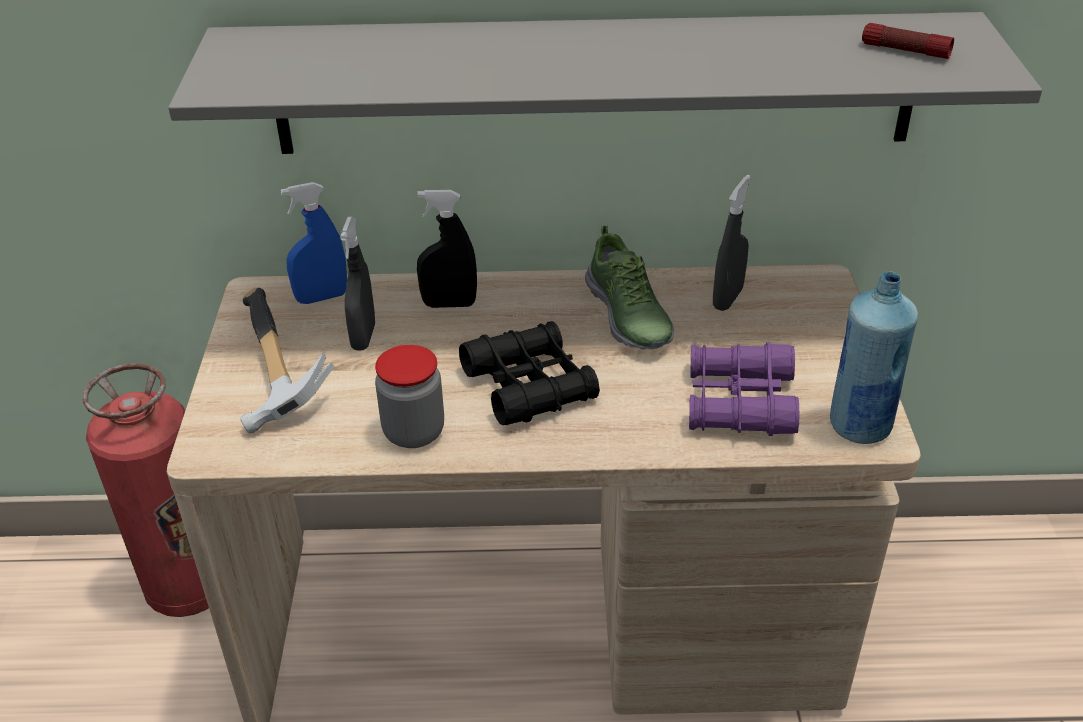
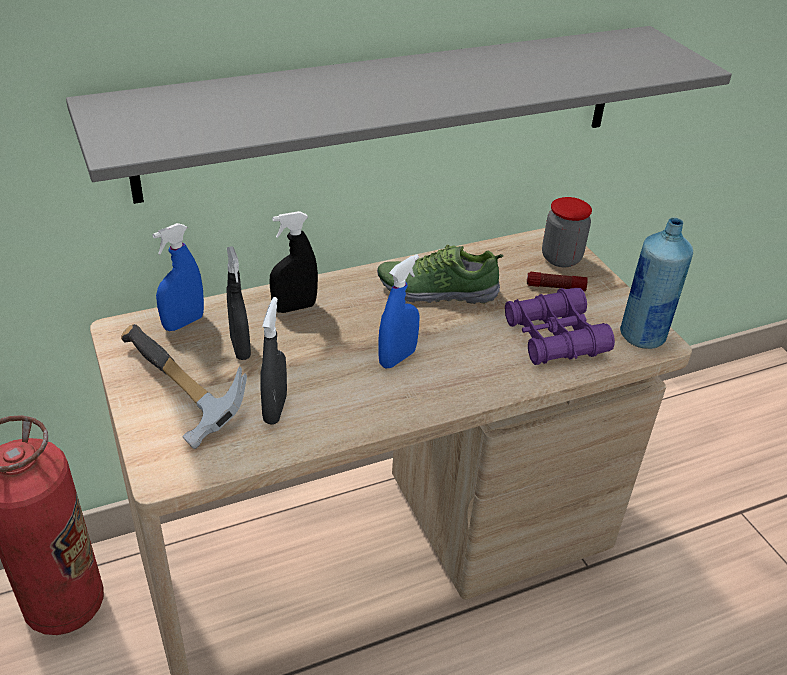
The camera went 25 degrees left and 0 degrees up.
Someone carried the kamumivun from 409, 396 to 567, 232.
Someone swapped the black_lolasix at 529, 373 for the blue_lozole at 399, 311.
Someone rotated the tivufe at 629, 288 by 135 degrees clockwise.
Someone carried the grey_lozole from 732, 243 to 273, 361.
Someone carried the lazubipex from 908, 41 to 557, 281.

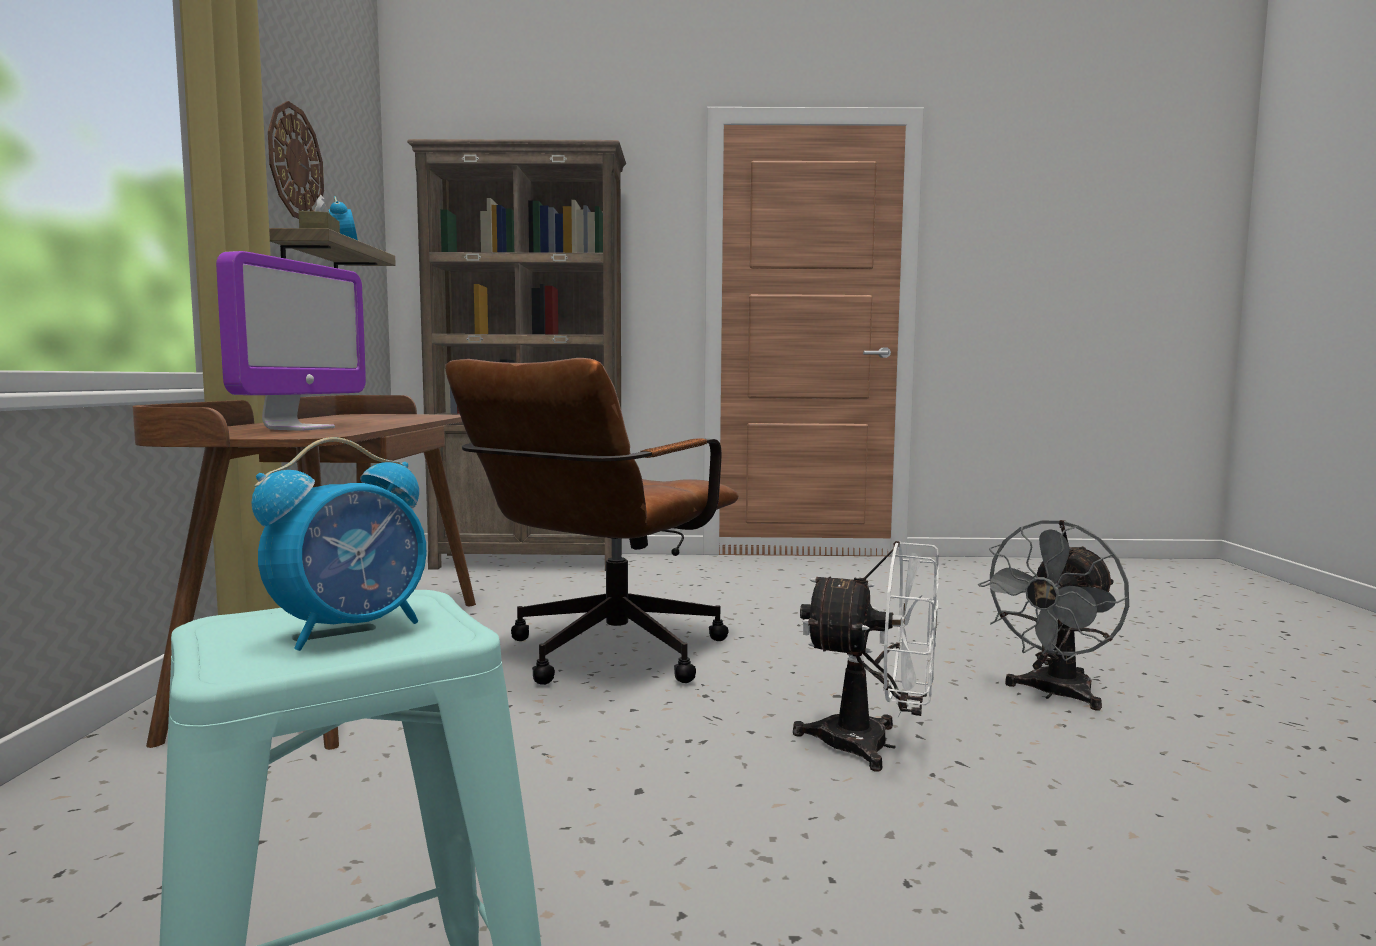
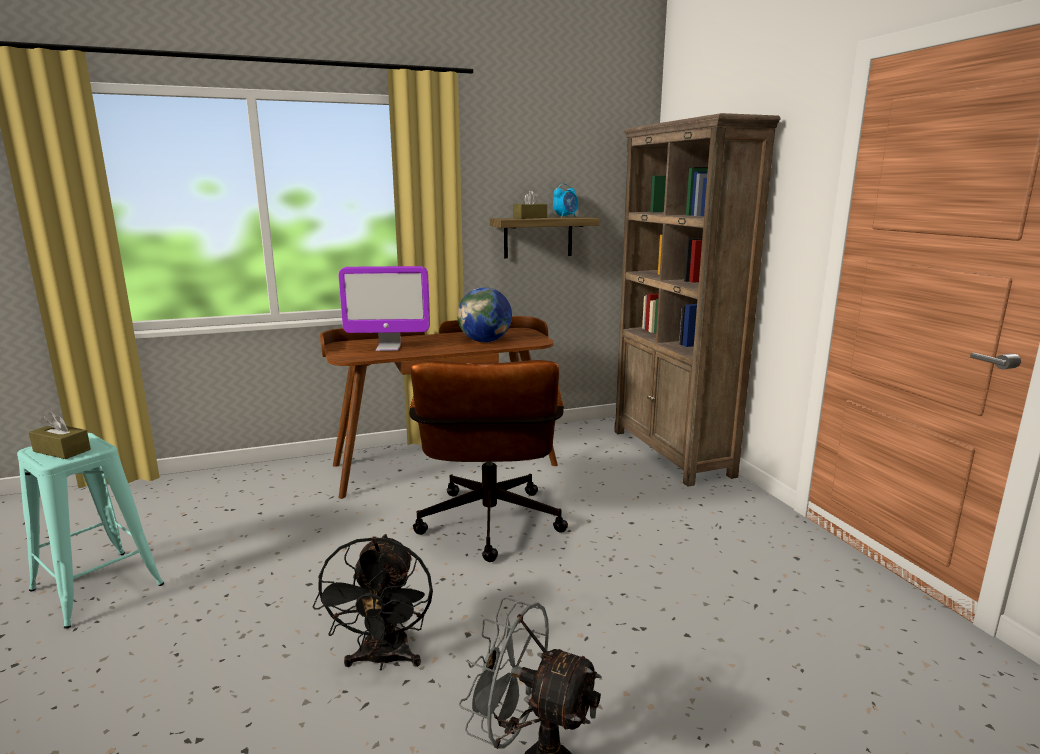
The camera went 70 degrees right and 10 degrees up.
Someone swapped the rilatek at 339, 544 for the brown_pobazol at 60, 435.
Someone took away the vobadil at 296, 160.
Someone rotated the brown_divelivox at 592, 521 by 105 degrees counterclockwise.
Someone repainted the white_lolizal at 866, 656, which became the black_lolizal at 373, 602.
Someone put down the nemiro at 484, 314.

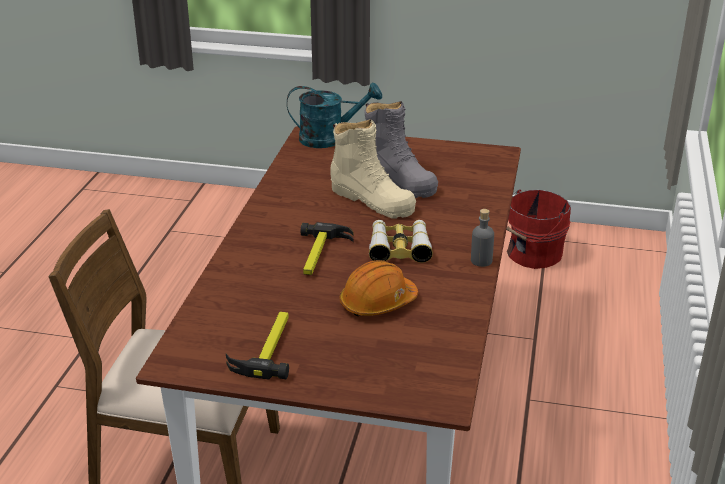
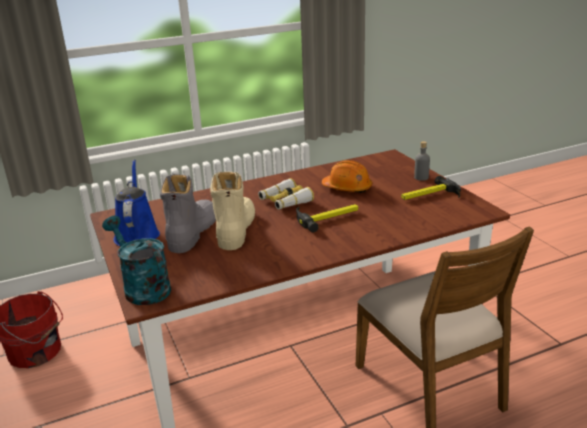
The camera went 125 degrees left and 5 degrees down.
Someone carried the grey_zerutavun from 482, 238 to 422, 161.
Someone put down the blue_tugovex at 136, 203.

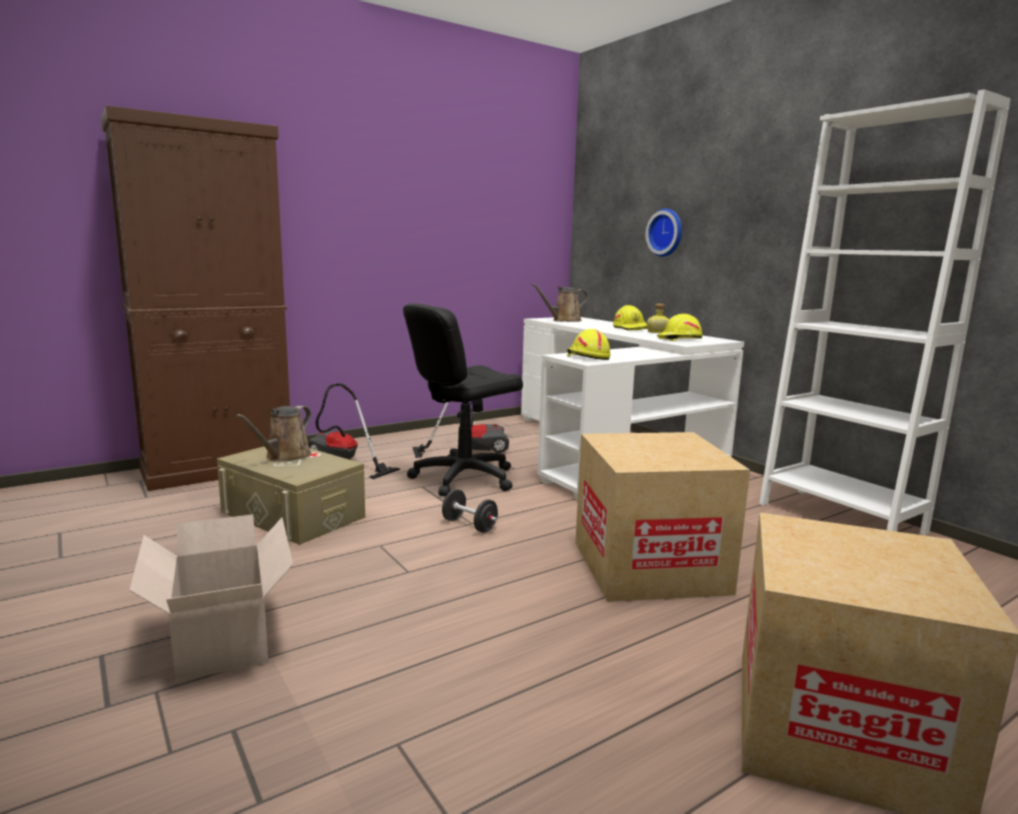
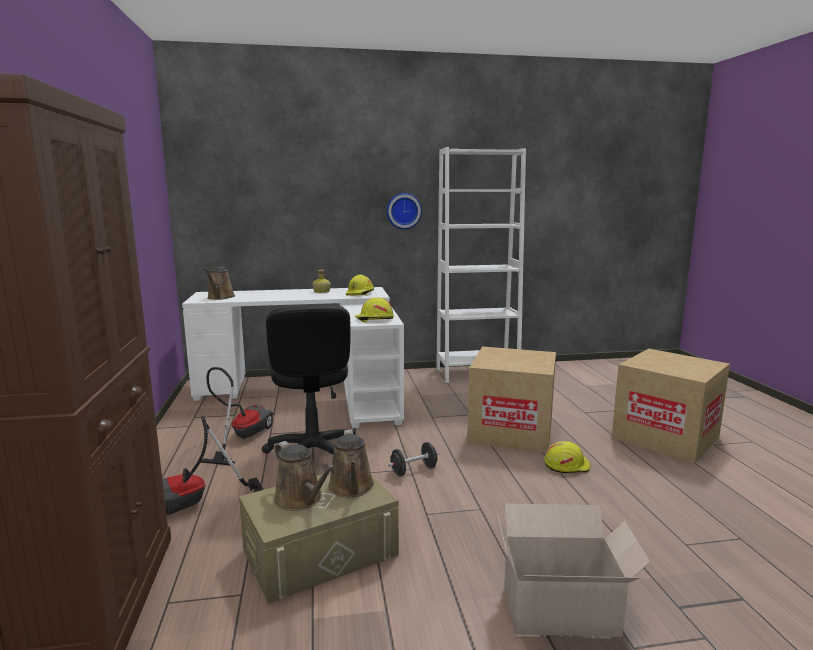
The camera went 65 degrees left and 0 degrees up.
Someone carried the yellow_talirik from 630, 318 to 567, 457.
Someone carried the vobadil from 663, 233 to 404, 211.
Someone put down the brown_tugovex at 351, 463.

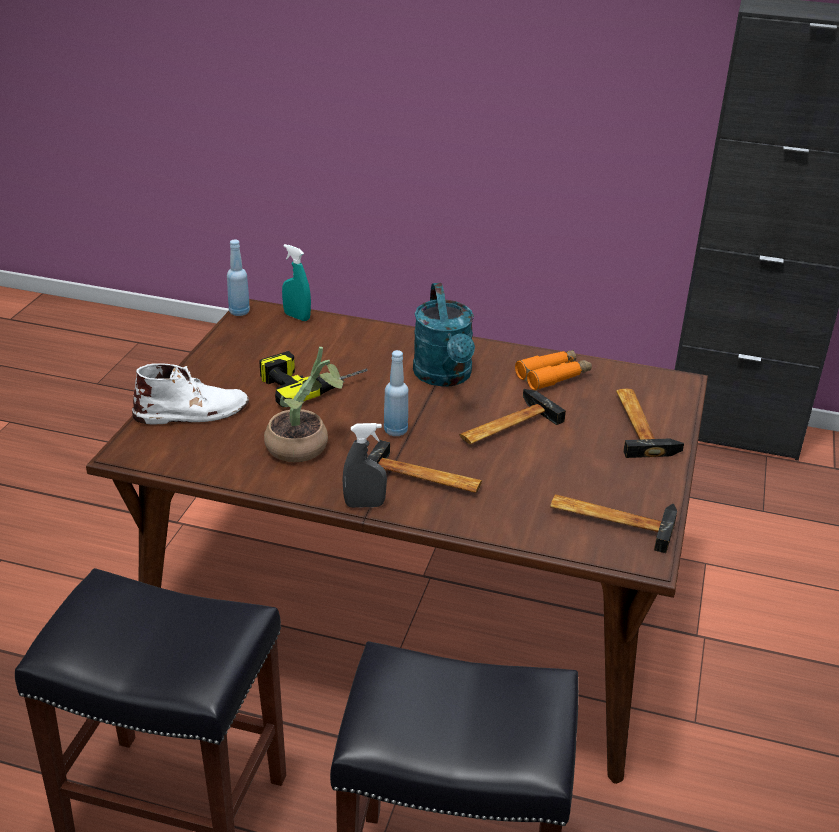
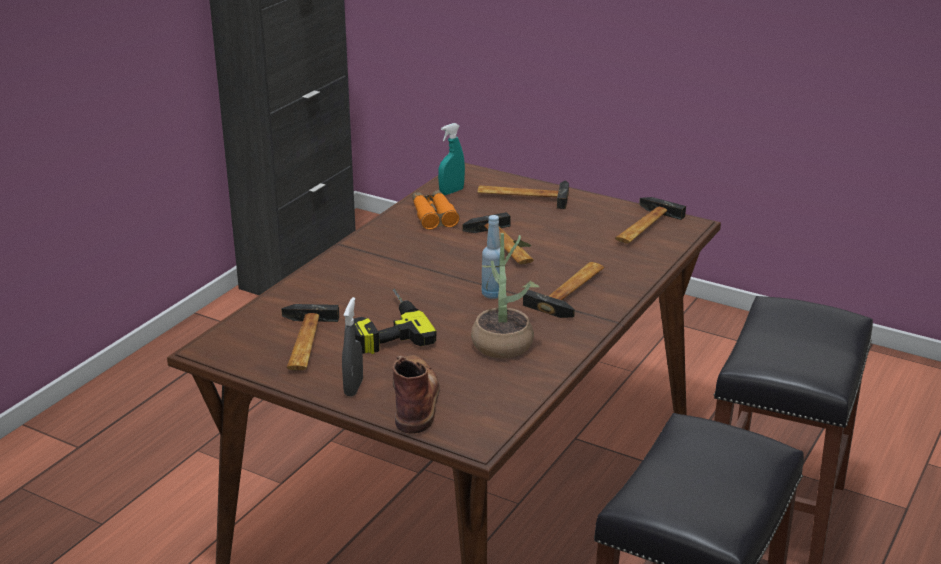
The camera went 75 degrees left and 5 degrees down.
Someone repainted the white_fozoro at 190, 393, which became the brown_fozoro at 416, 394.
Someone took away the blue_zerutavun at 238, 278.
Someone carried the turquoise_lozole from 296, 282 to 451, 159.
Someone carried the grey_lozole from 365, 465 to 352, 346.
Someone took away the turquoise_tugovex at 444, 335.
Someone put down the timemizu at 310, 337.

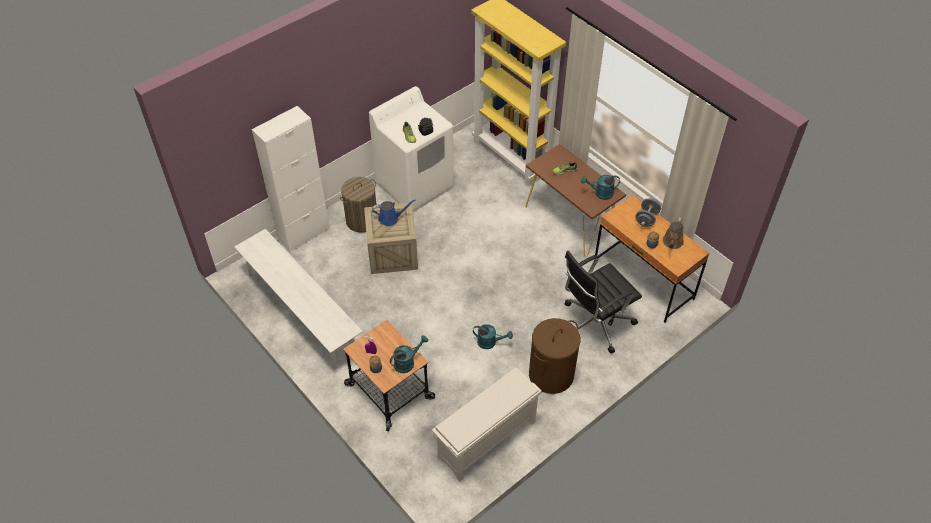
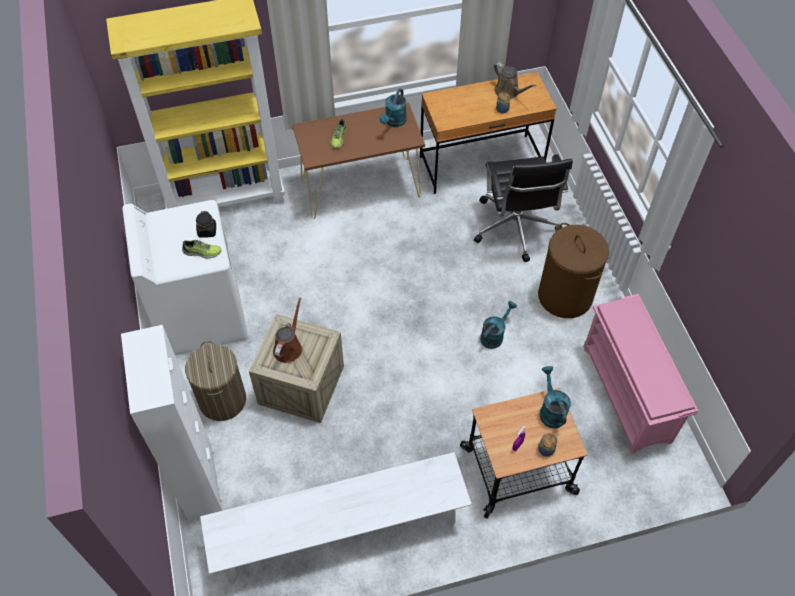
The camera went 65 degrees left and 5 degrees up.
Someone repainted the blue_tugovex at 394, 213, which became the brown_tugovex at 287, 330.
Someone repainted the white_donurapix at 487, 424, which became the pink_donurapix at 640, 374.
Someone took away the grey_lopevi at 648, 212.

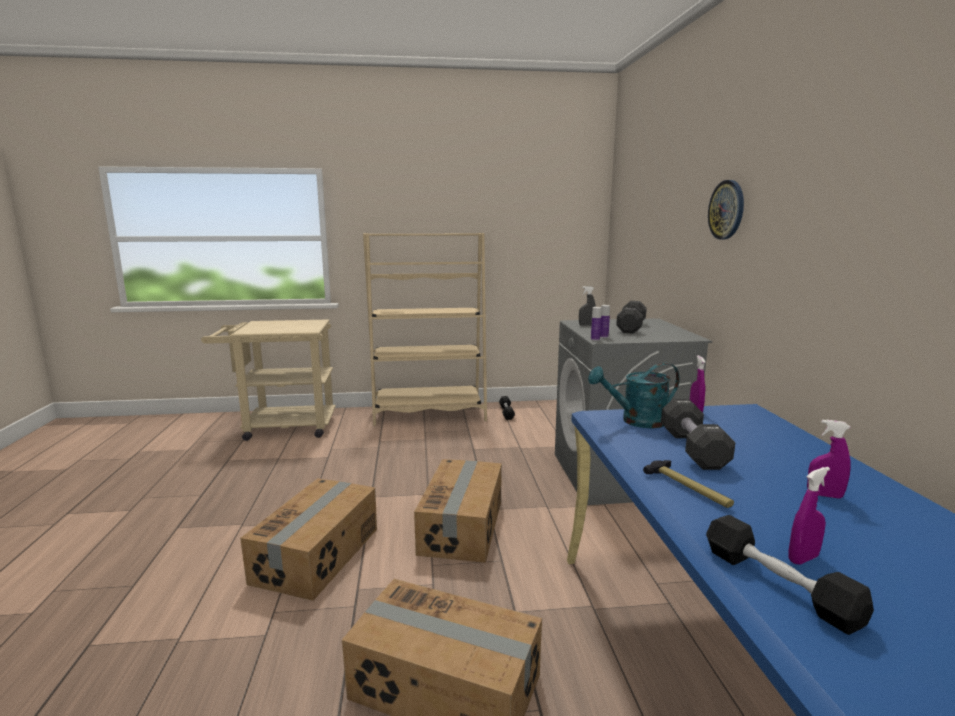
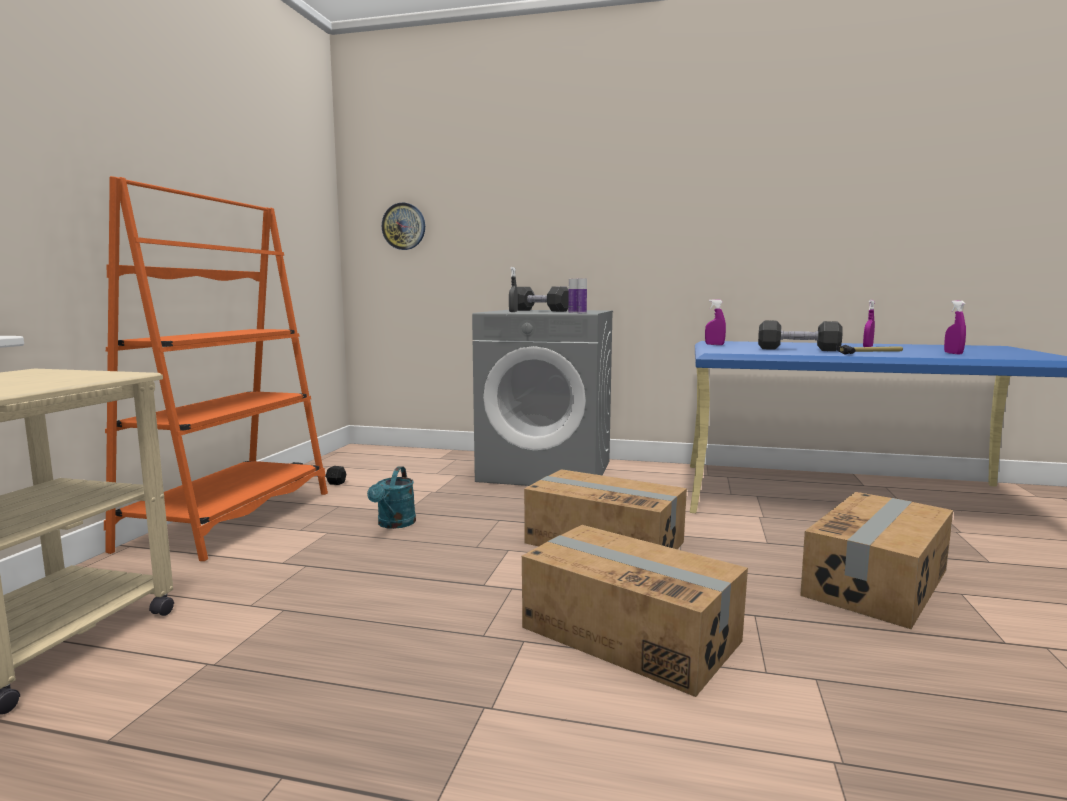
The camera went 70 degrees left and 5 degrees down.
Someone repainted the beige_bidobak at 425, 329, which became the orange_bidobak at 216, 368.
Someone carried the turquoise_tugovex from 634, 395 to 391, 497.
Someone took away the black_lopevi at 790, 575.
Someone carried the vobadil from 726, 210 to 403, 226.

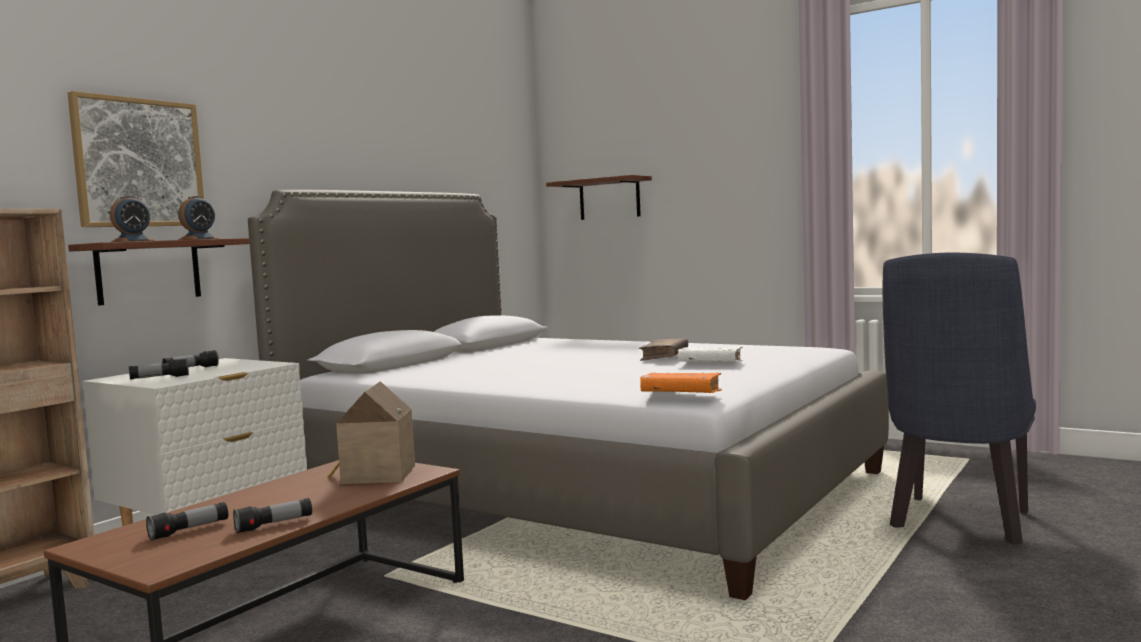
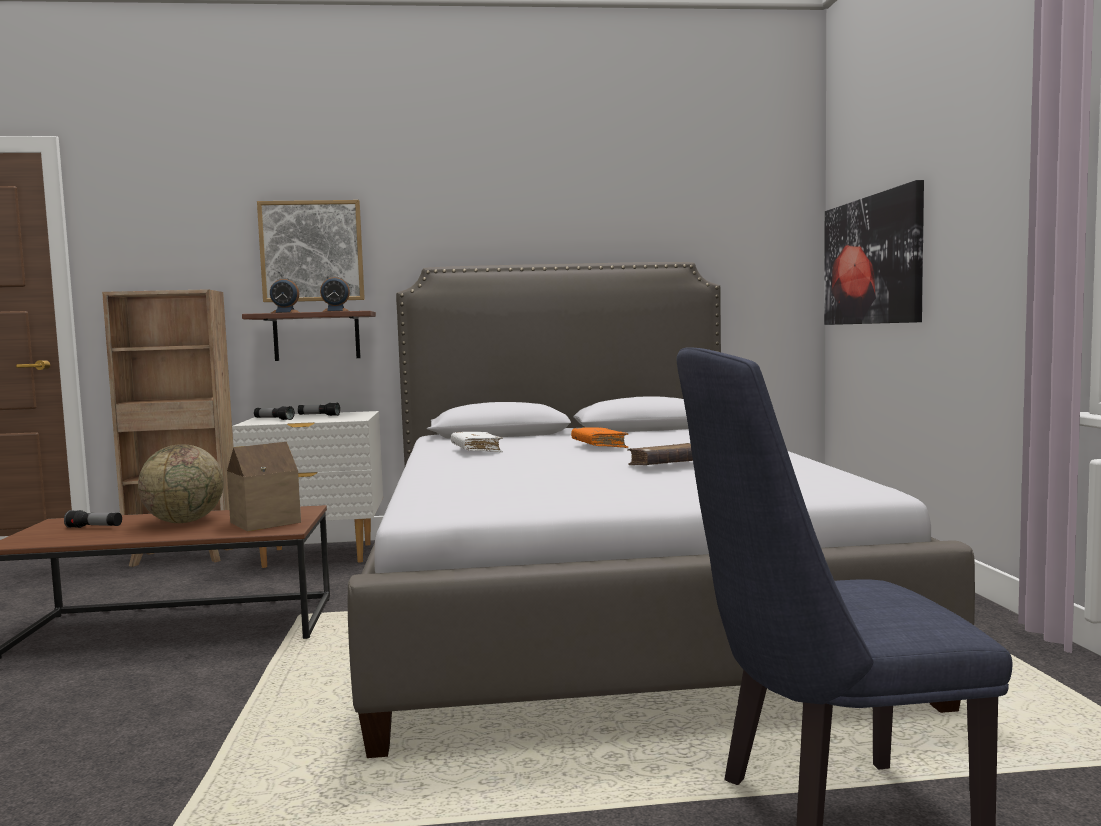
The camera went 50 degrees right and 0 degrees up.
Someone took away the lazubipex at 272, 516.
Someone swapped the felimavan at 599, 197 for the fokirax at 874, 252.
Someone carried the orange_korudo from 681, 383 to 599, 437.
Someone carried the white_korudo from 710, 354 to 477, 442.
Someone put down the nemiro at 181, 483.

